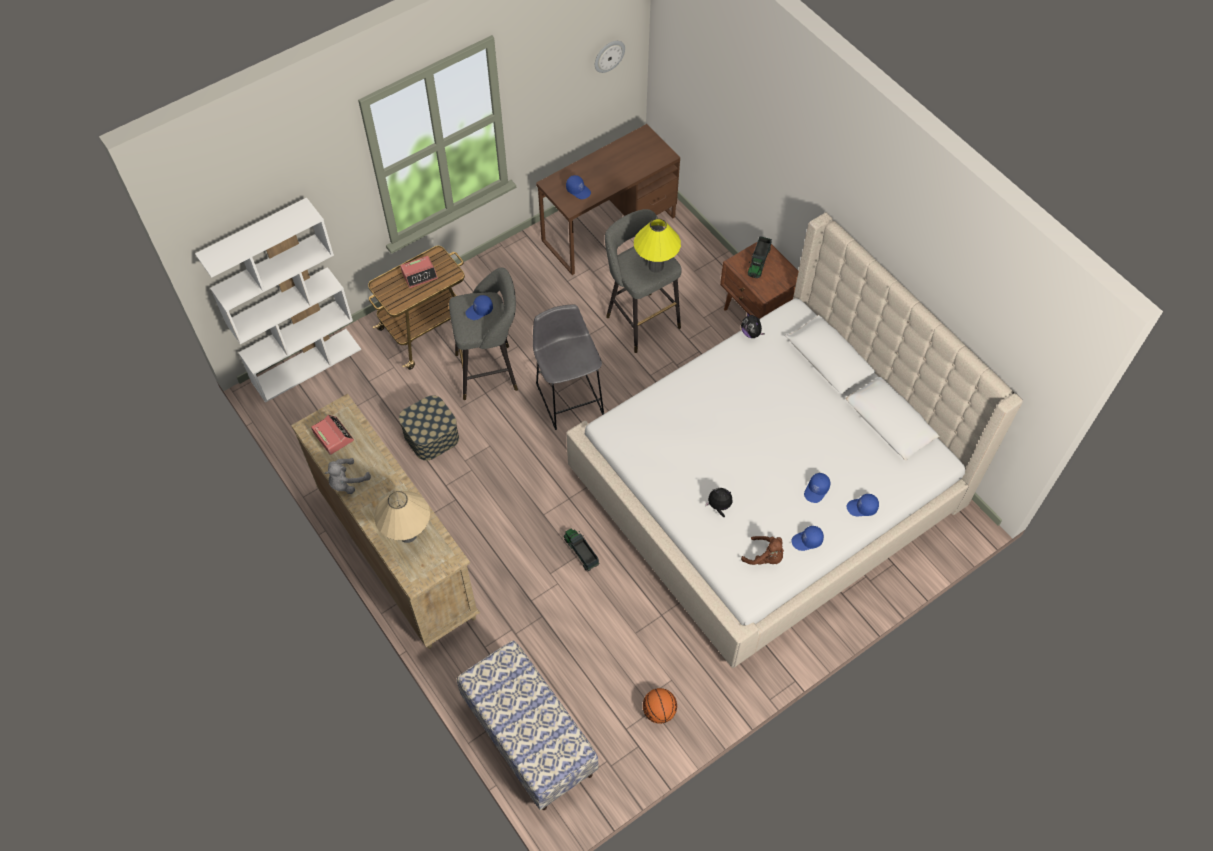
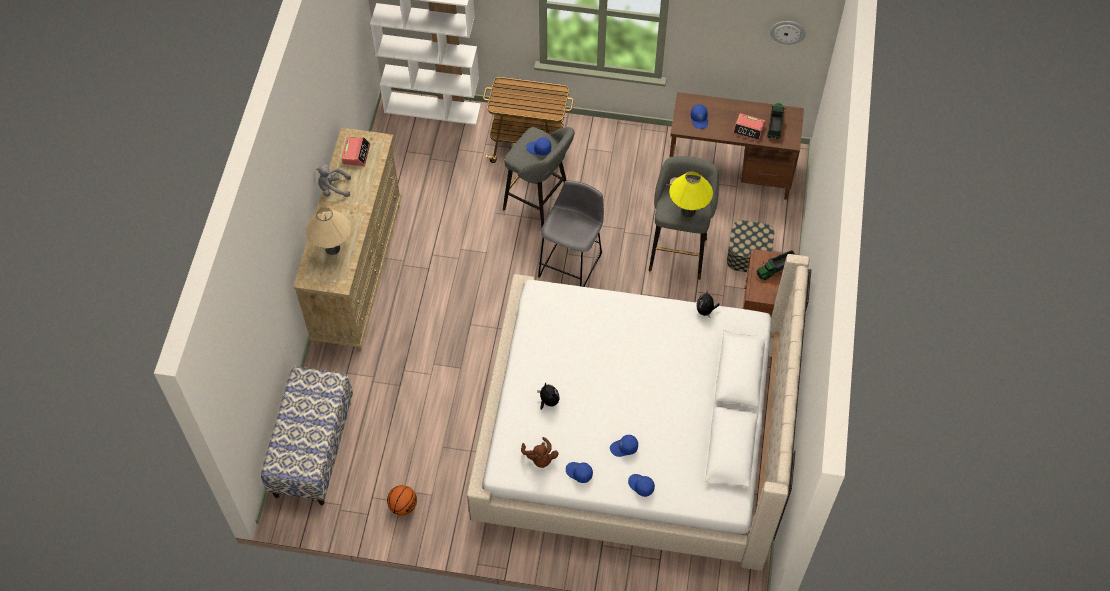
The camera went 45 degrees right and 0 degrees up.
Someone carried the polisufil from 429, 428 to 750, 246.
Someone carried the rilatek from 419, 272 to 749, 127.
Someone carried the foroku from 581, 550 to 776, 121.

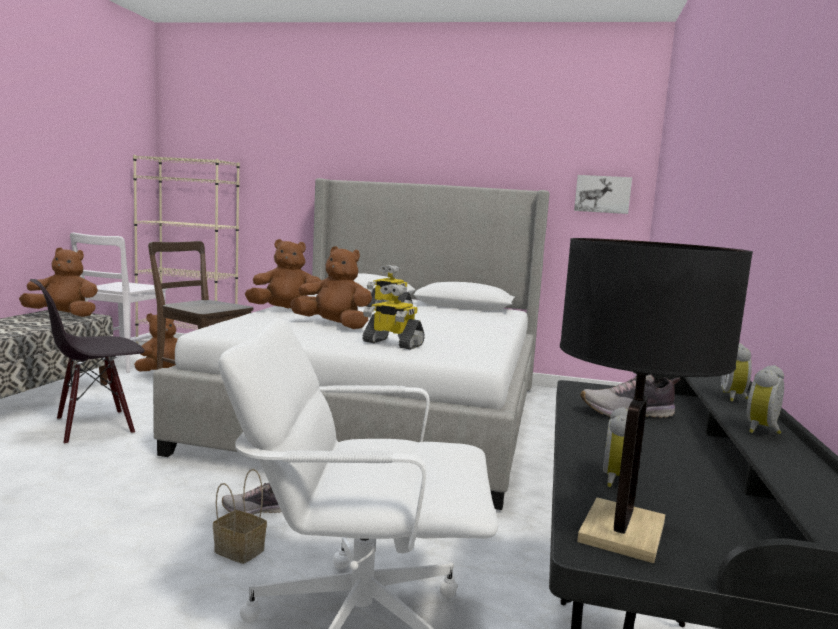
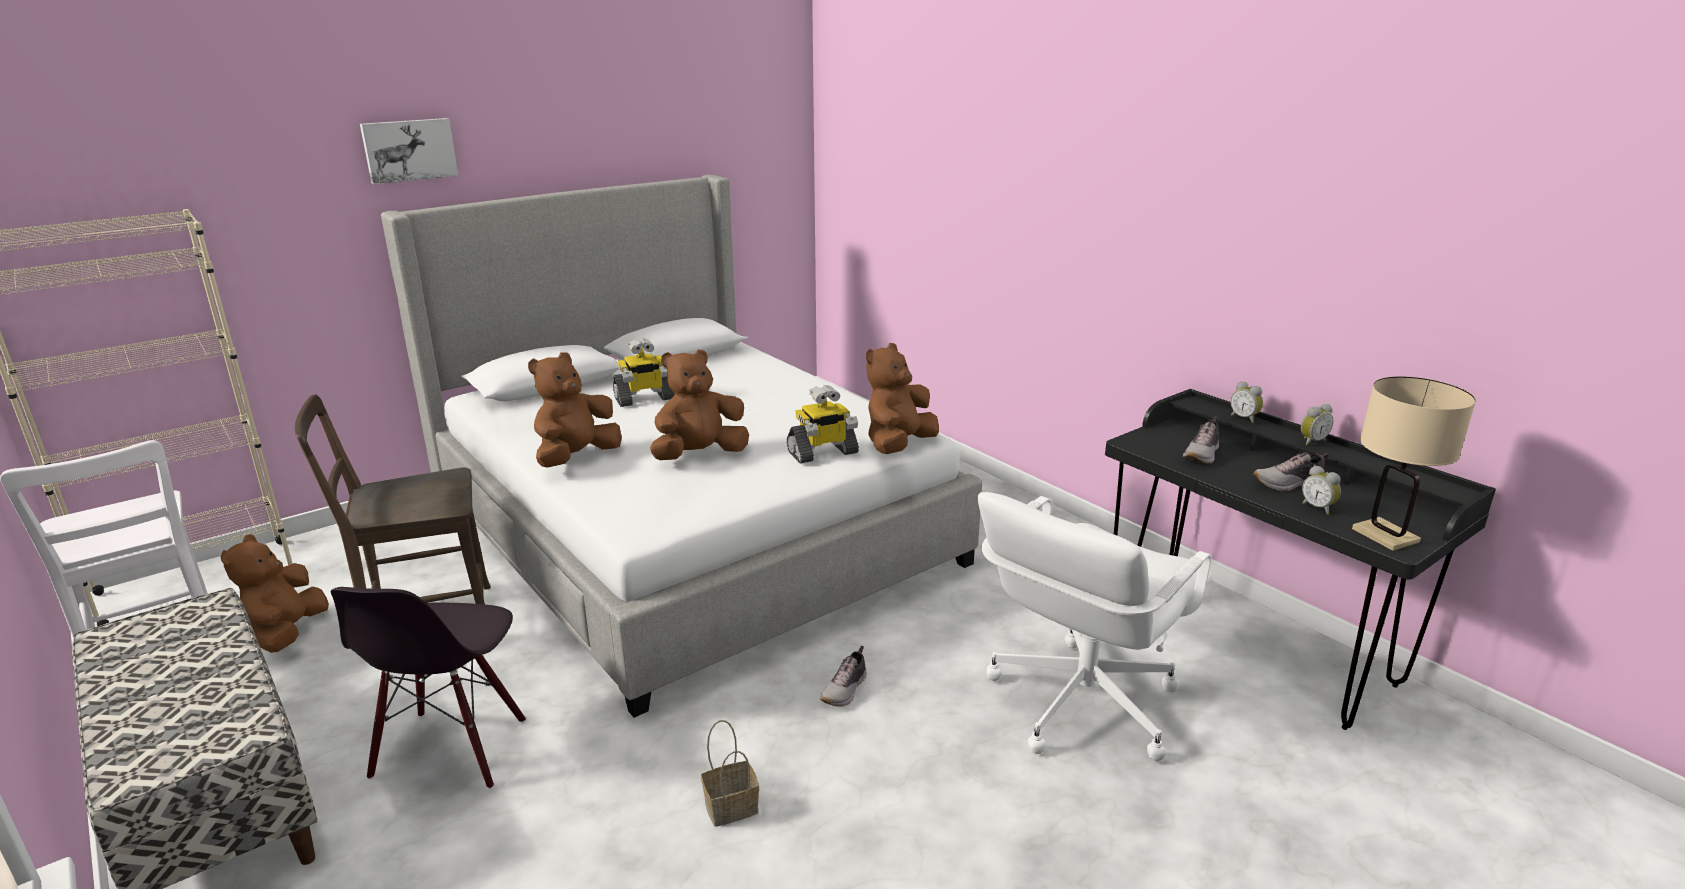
The camera went 50 degrees left and 15 degrees up.
Someone carried the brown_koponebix from 58, 282 to 902, 398.
Someone carried the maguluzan from 240, 516 to 730, 773.
Someone repainted the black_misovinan at 656, 401, which became the beige_misovinan at 1414, 463.
Someone carried the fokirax from 603, 194 to 409, 151.
Someone rotated the rilatek at 765, 399 by 105 degrees counterclockwise.
Someone put down the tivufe at 1291, 472.

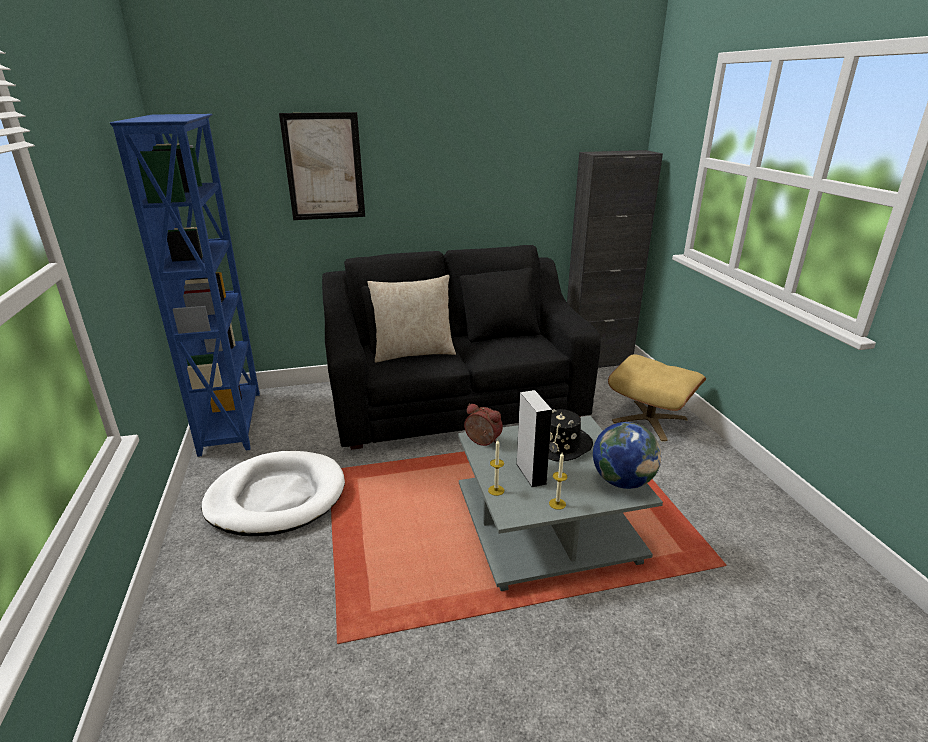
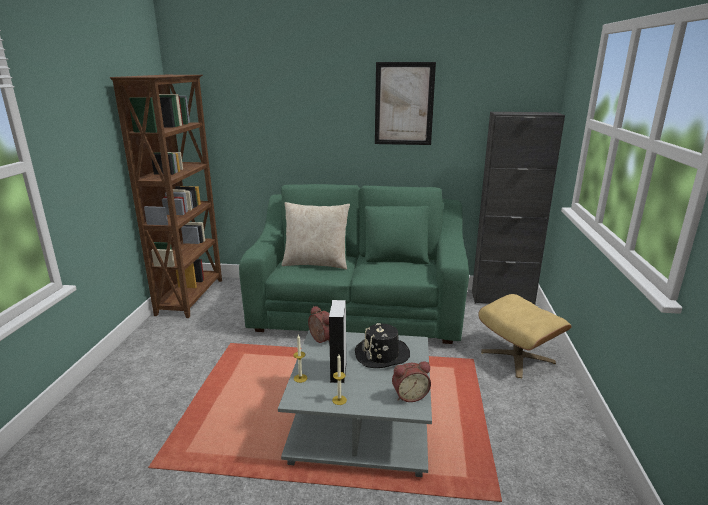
The camera went 20 degrees right and 5 degrees down.
Someone repainted the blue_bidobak at 185, 285, which became the brown_bidobak at 166, 196.
Someone took away the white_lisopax at 273, 493.
Someone carried the fokirax from 322, 166 to 405, 103.
Someone repainted the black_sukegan at 461, 347, which became the green_sukegan at 354, 264.
Someone swapped the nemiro at 627, 455 for the rilatek at 411, 381.

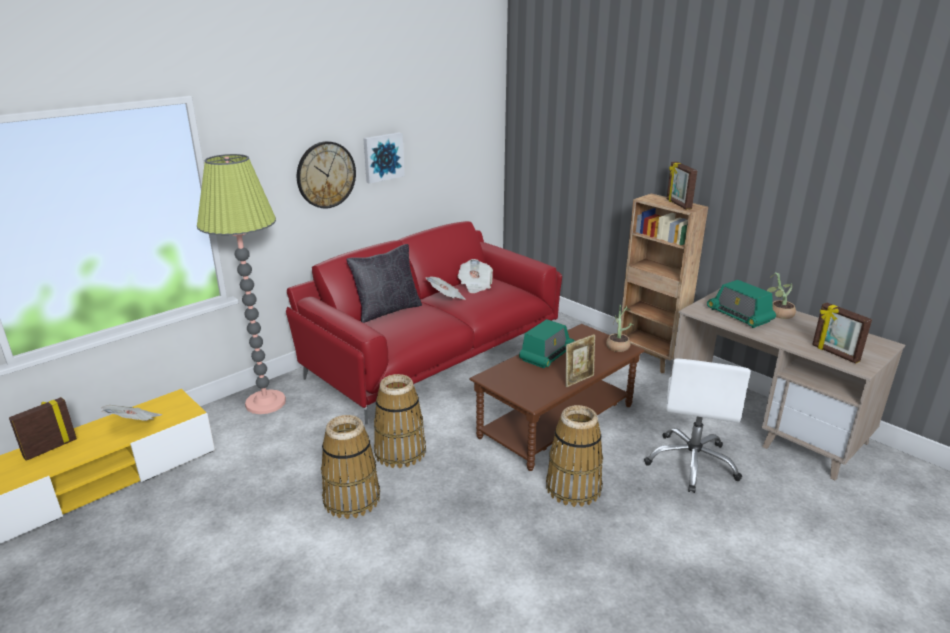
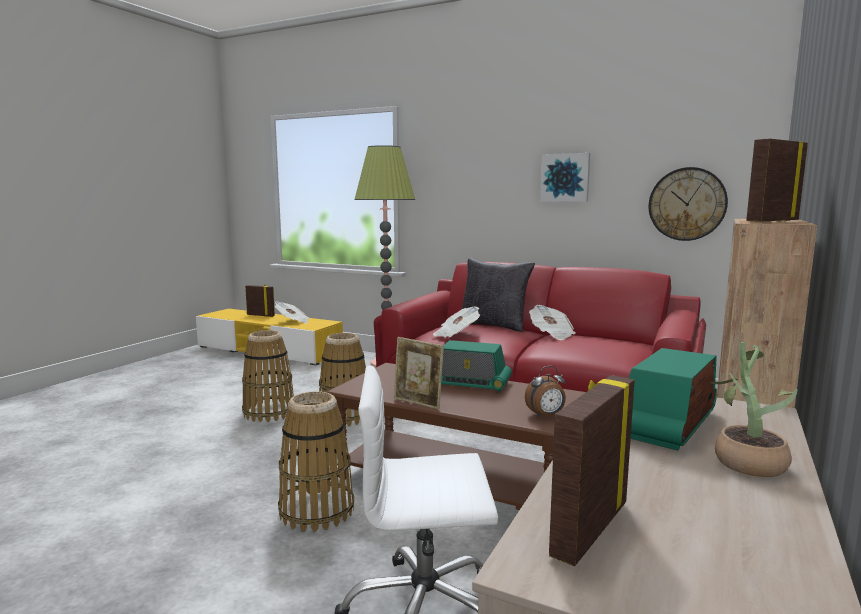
The camera went 70 degrees right and 15 degrees down.
Someone carried the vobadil from 326, 174 to 688, 204.
Someone carried the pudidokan from 475, 276 to 456, 322.
Someone swapped the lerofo at 620, 328 for the rilatek at 545, 392.

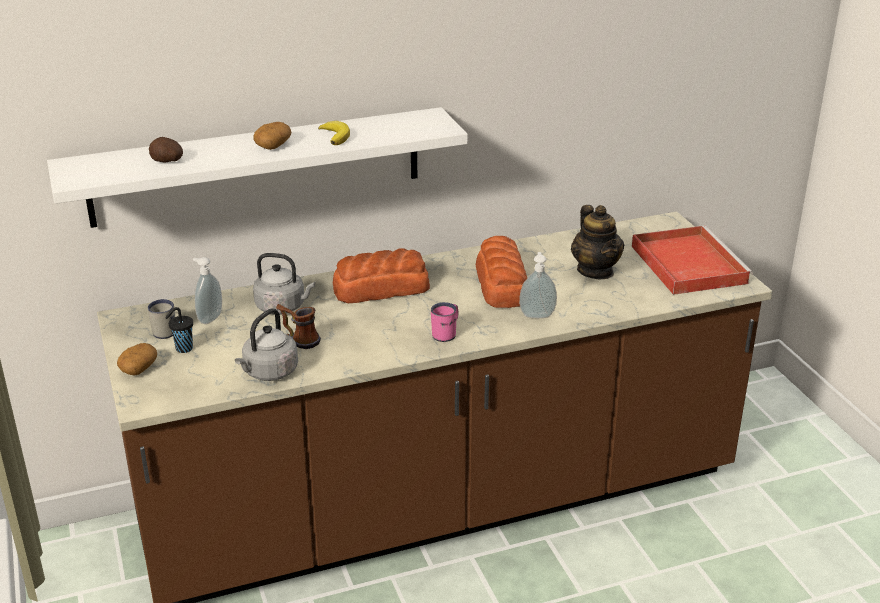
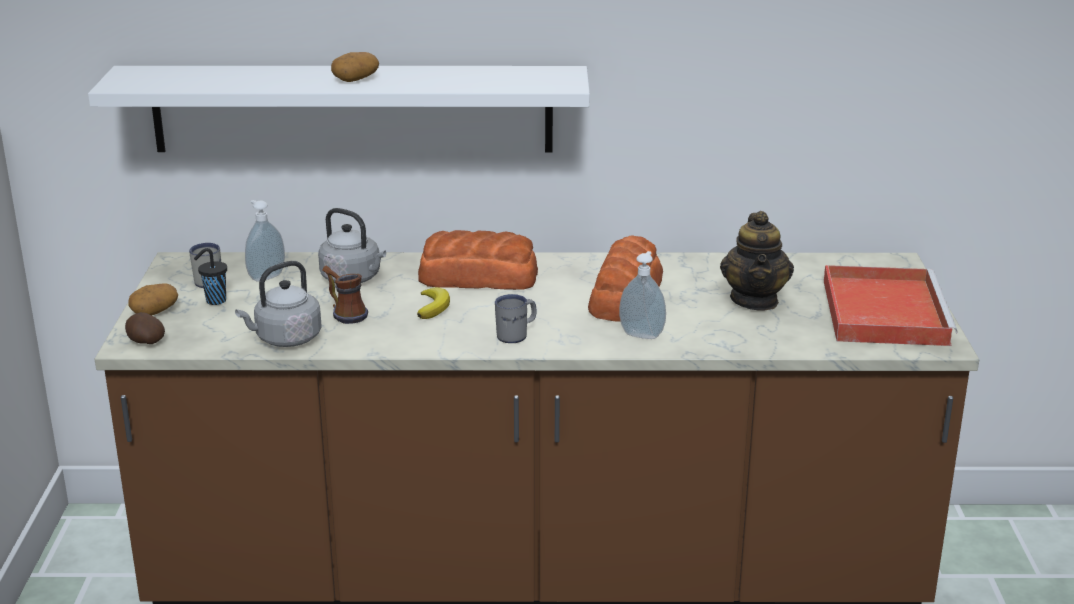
The camera went 20 degrees right and 5 degrees down.
Someone carried the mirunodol from 166, 150 to 145, 328.
Someone carried the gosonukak from 334, 133 to 433, 303.
Someone repainted the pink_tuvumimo at 444, 322, which became the grey_tuvumimo at 516, 318.

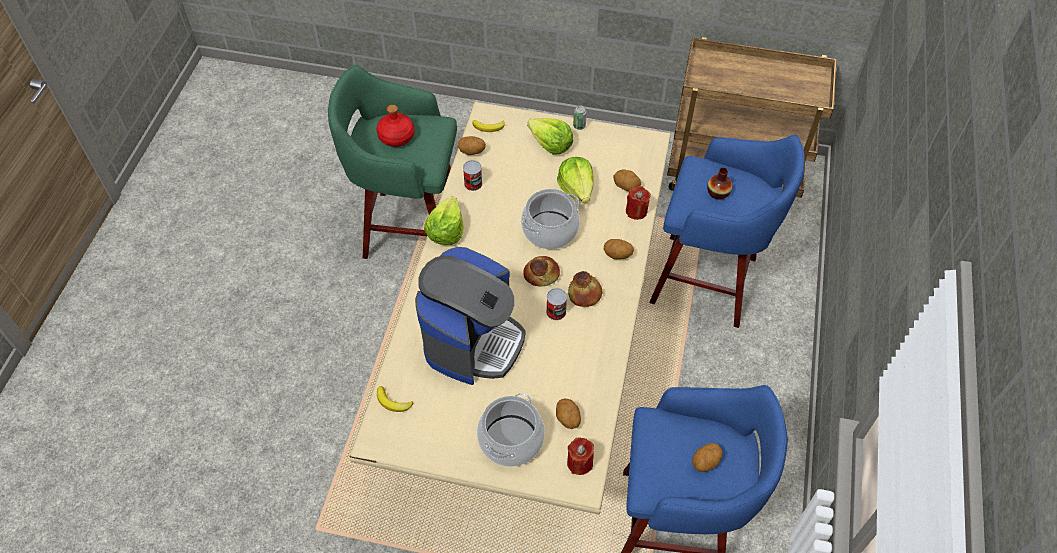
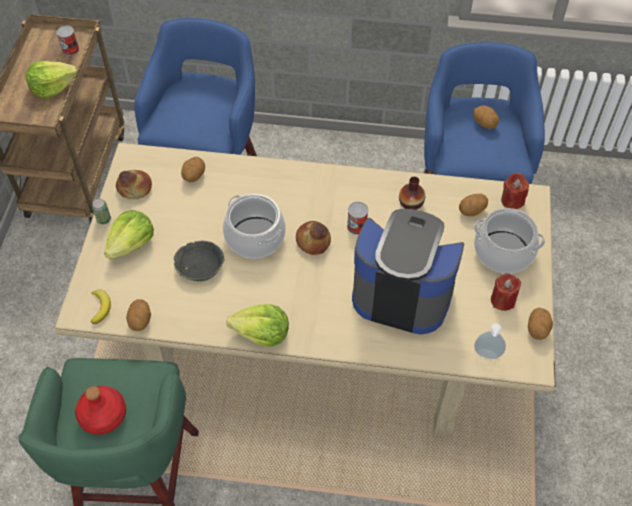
The camera went 95 degrees left and 0 degrees up.
Someone swapped the gosonukak at 395, 399 for the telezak at 490, 341.
Someone carried the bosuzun from 473, 175 to 67, 40.
Someone carried the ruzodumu from 575, 180 to 52, 79.
Someone carried the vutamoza from 585, 289 to 134, 184.
Someone carried the mirunodol from 619, 249 to 540, 324.
Someone carried the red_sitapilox from 638, 203 to 506, 292.
Someone carried the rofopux from 719, 183 to 412, 193.
Someone put down the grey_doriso at 199, 261.

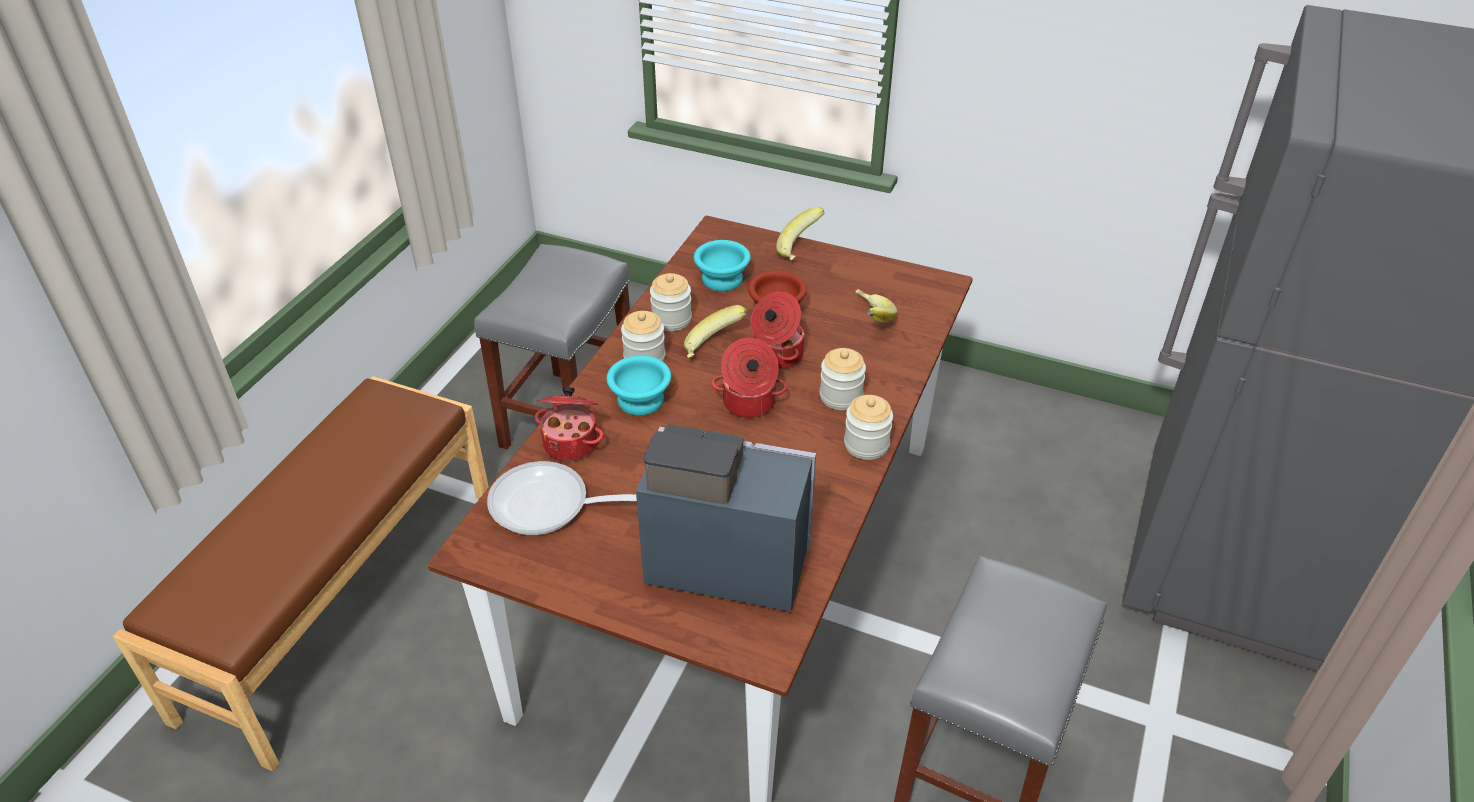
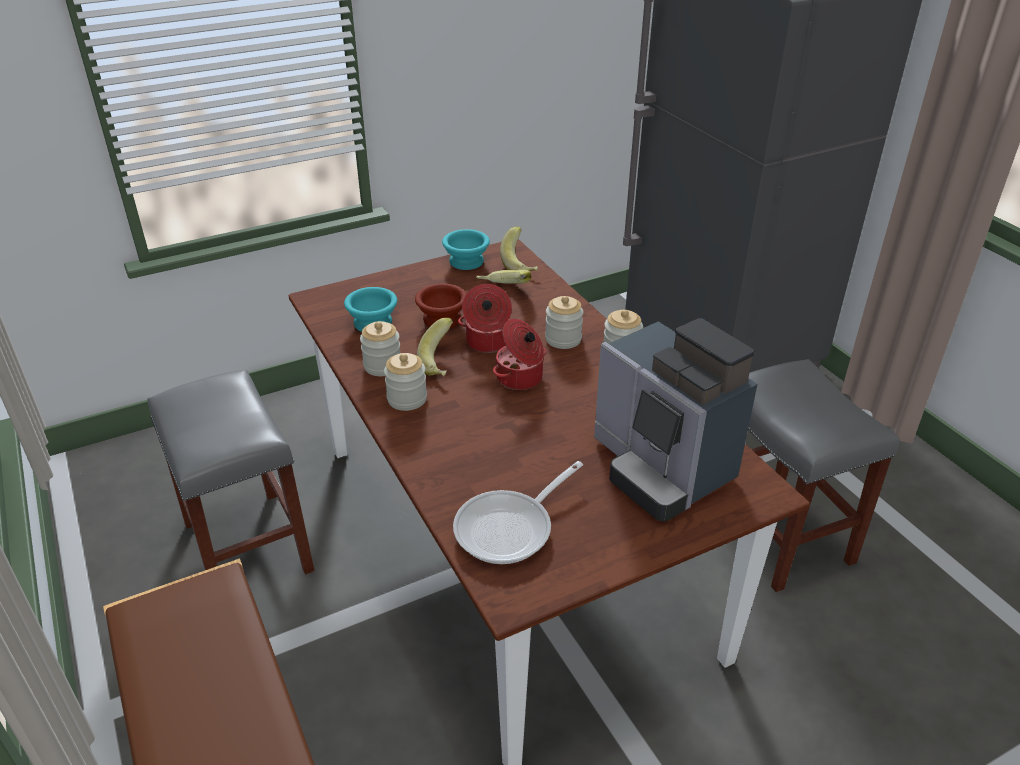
The camera went 50 degrees left and 5 degrees down.
Someone took away the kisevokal at 569, 424.
Someone carried the turquoise_doriso from 639, 385 to 466, 249.
Someone rotated the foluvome at 726, 518 by 90 degrees counterclockwise.
Someone carried the gosonukak from 800, 233 to 519, 248.

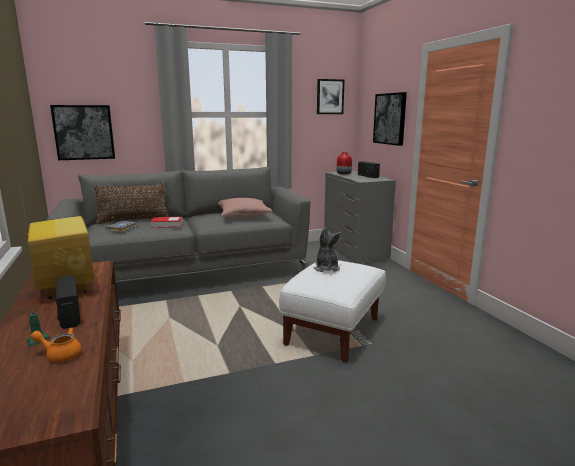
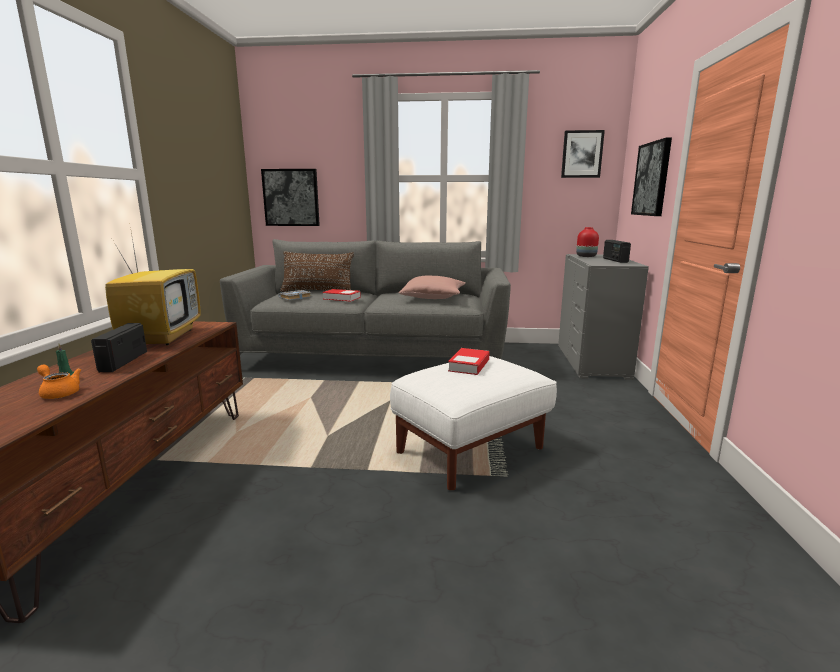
The camera went 25 degrees right and 0 degrees up.
Someone swapped the koponebix at 327, 249 for the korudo at 469, 361.

